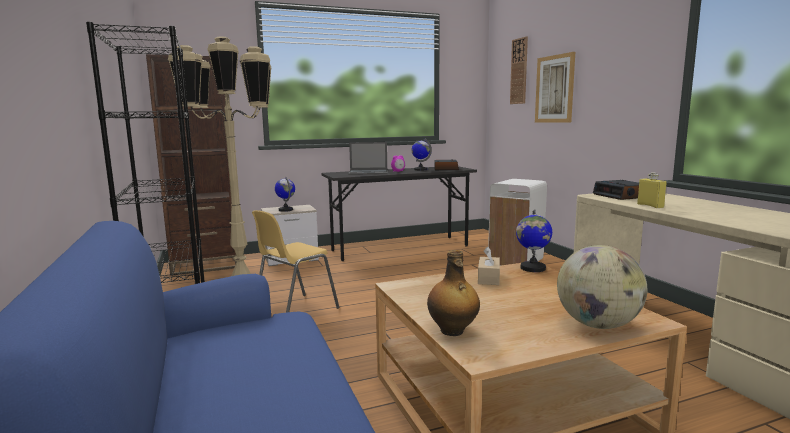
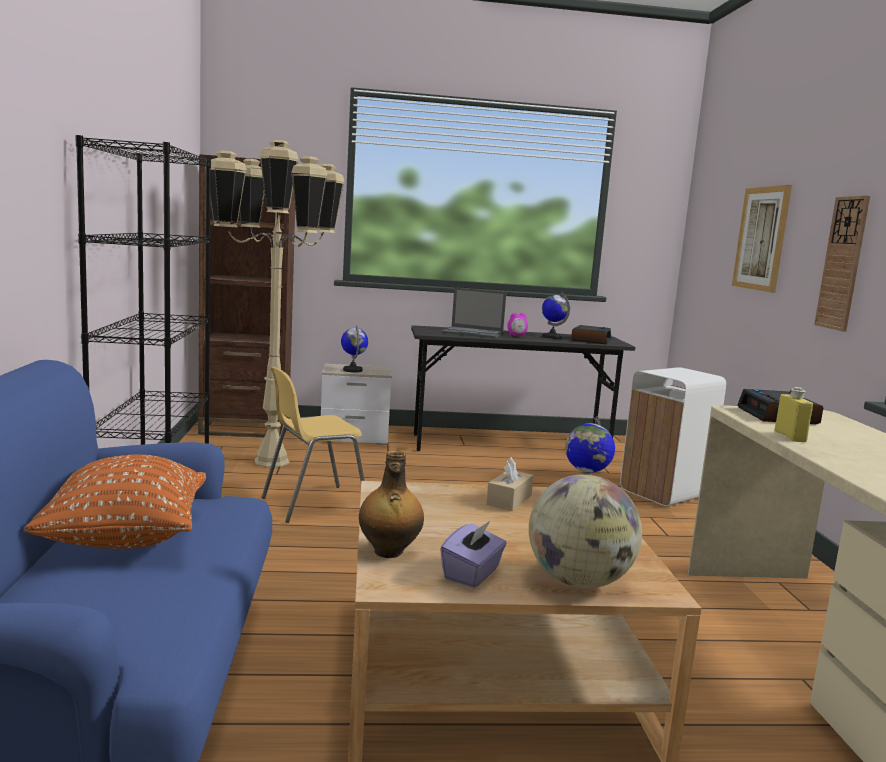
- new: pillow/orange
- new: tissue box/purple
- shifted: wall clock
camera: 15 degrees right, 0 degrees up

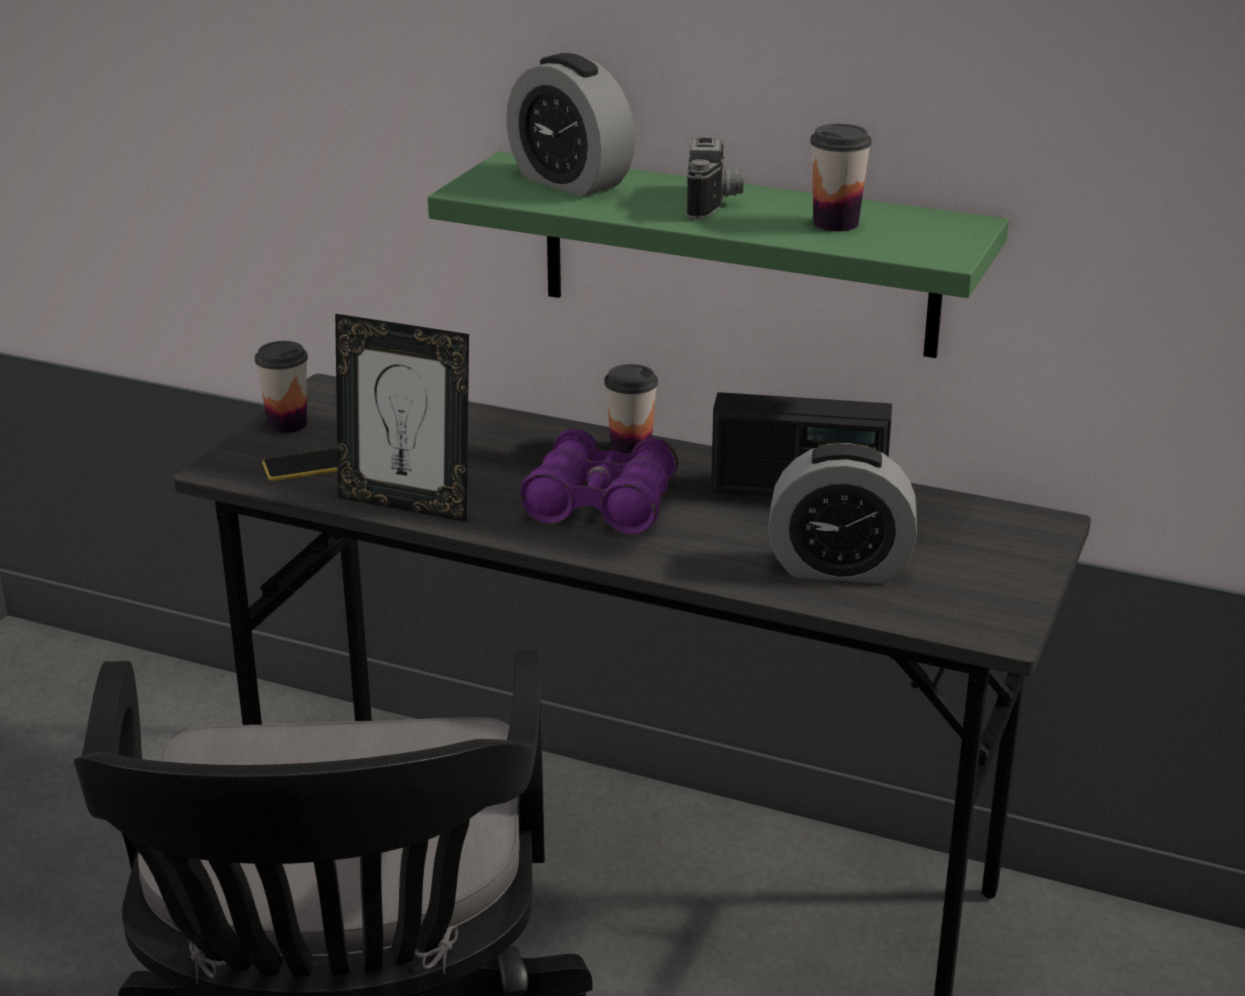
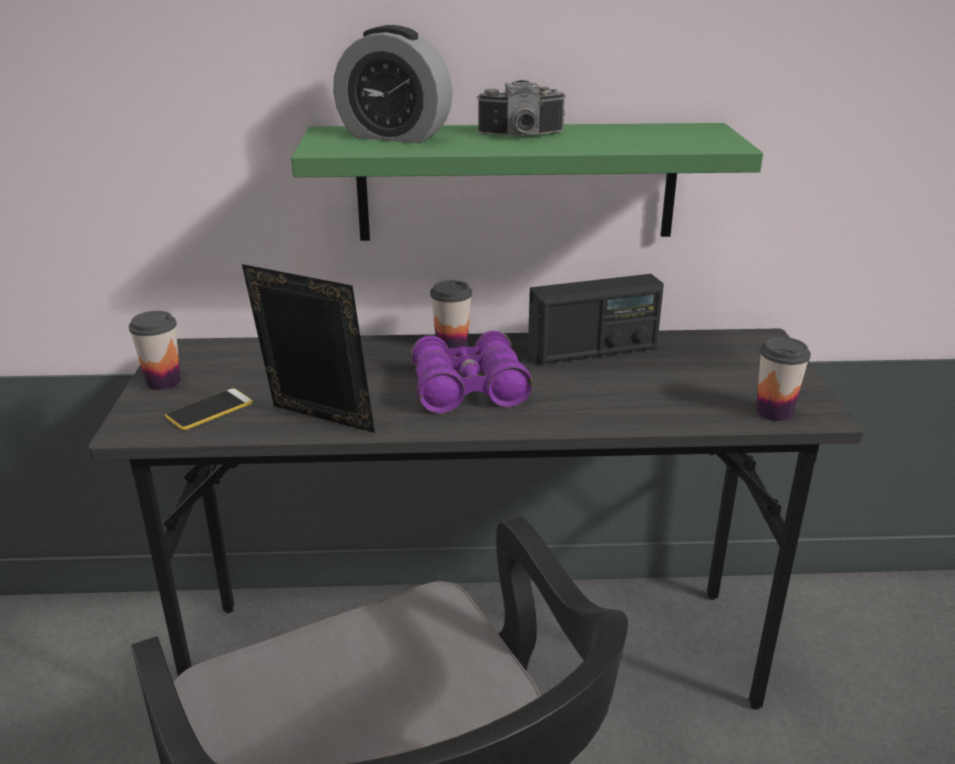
- rotated: picture frame 150 degrees counterclockwise
- rotated: photo camera 105 degrees clockwise
- shifted: cup (no. 3 from left)
- gone: alarm clock (no. 2 from left)
camera: 25 degrees left, 0 degrees up

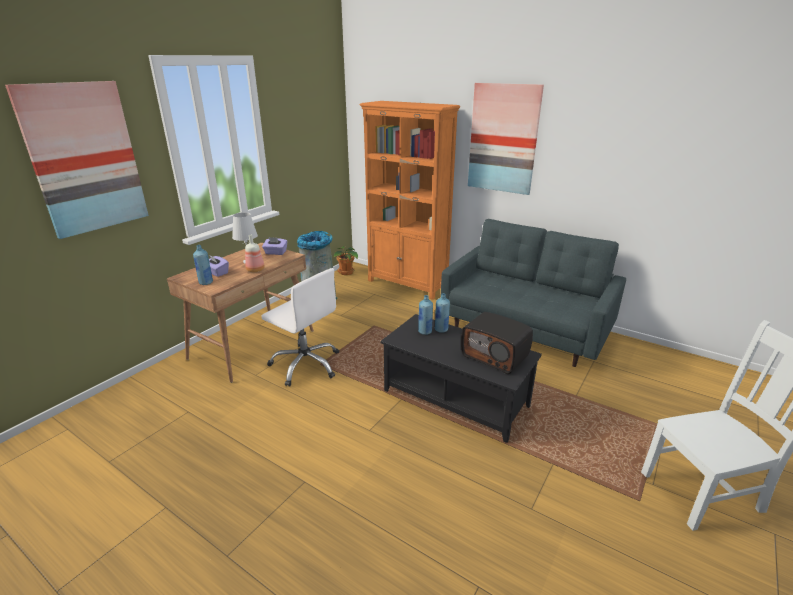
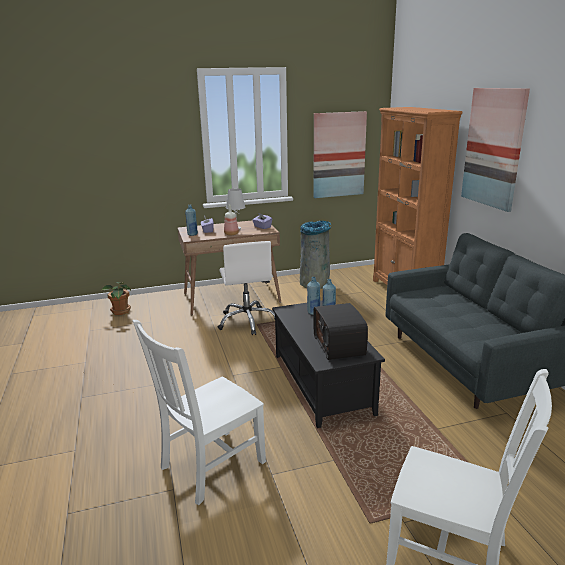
- shifted: potted plant
- new: chair/white (no. 1 from left)
- shifted: picture (no. 1 from left)
camera: 40 degrees right, 5 degrees down

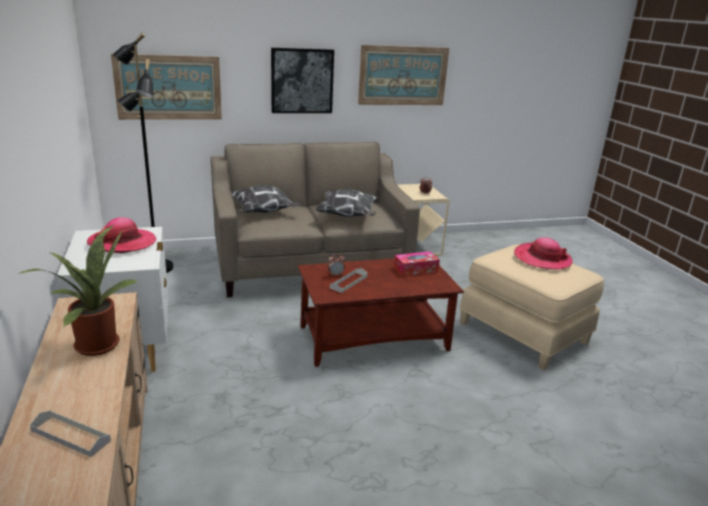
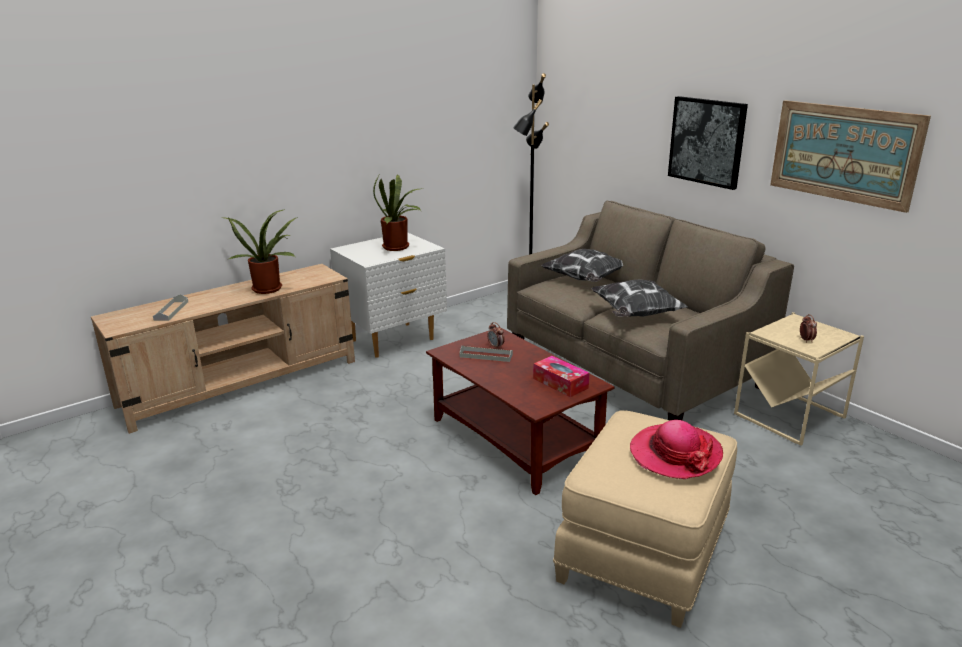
- swapped: hat (no. 1 from left) to potted plant (no. 2 from left)
- gone: picture (no. 1 from left)
camera: 70 degrees right, 0 degrees up

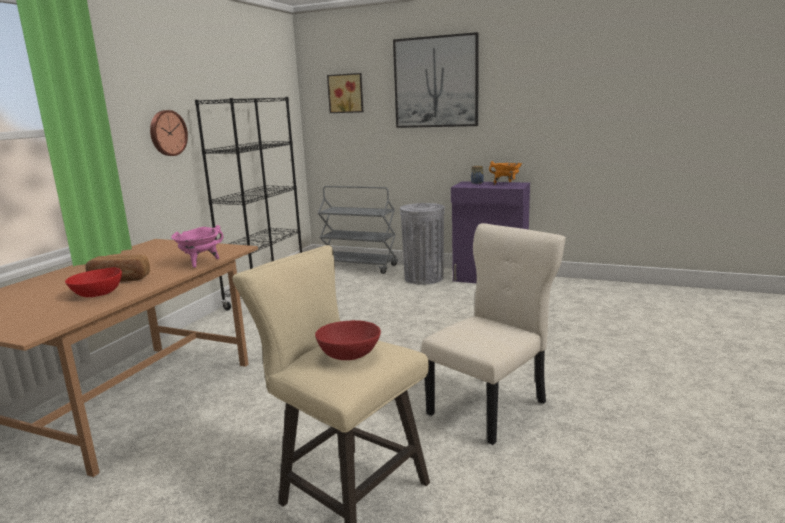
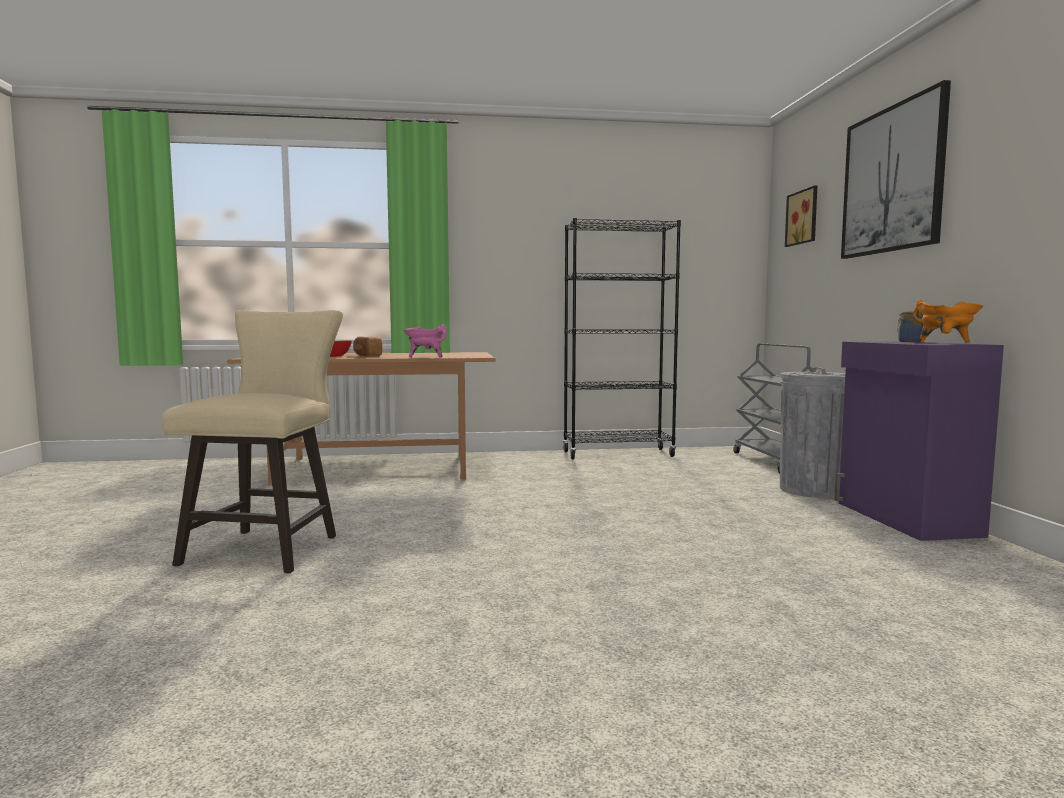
- gone: wall clock
- gone: bowl/red (no. 2 from left)
- gone: chair/beige
camera: 60 degrees right, 10 degrees down

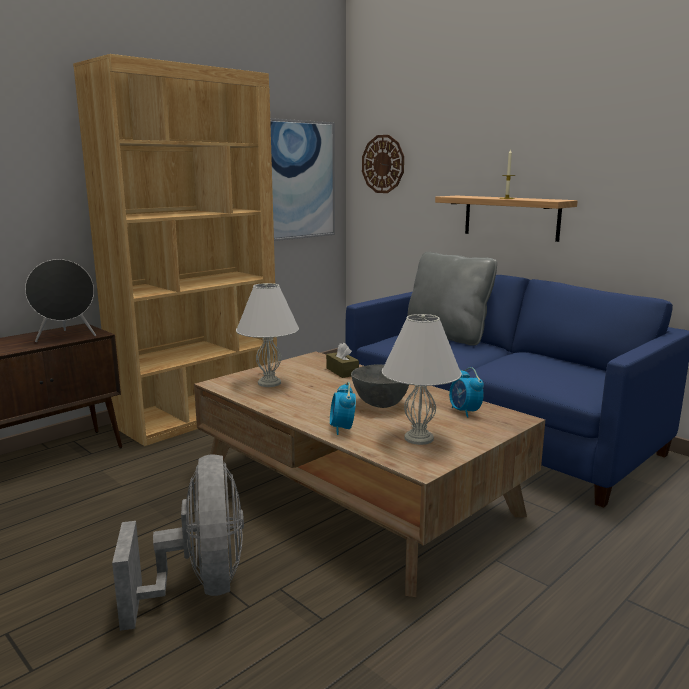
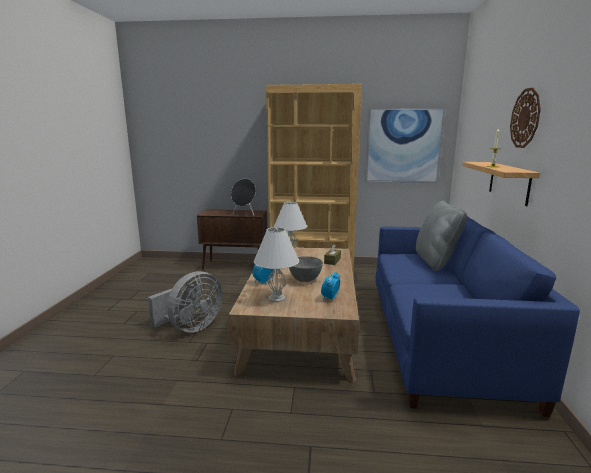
- shifted: wall clock
camera: 50 degrees right, 0 degrees up

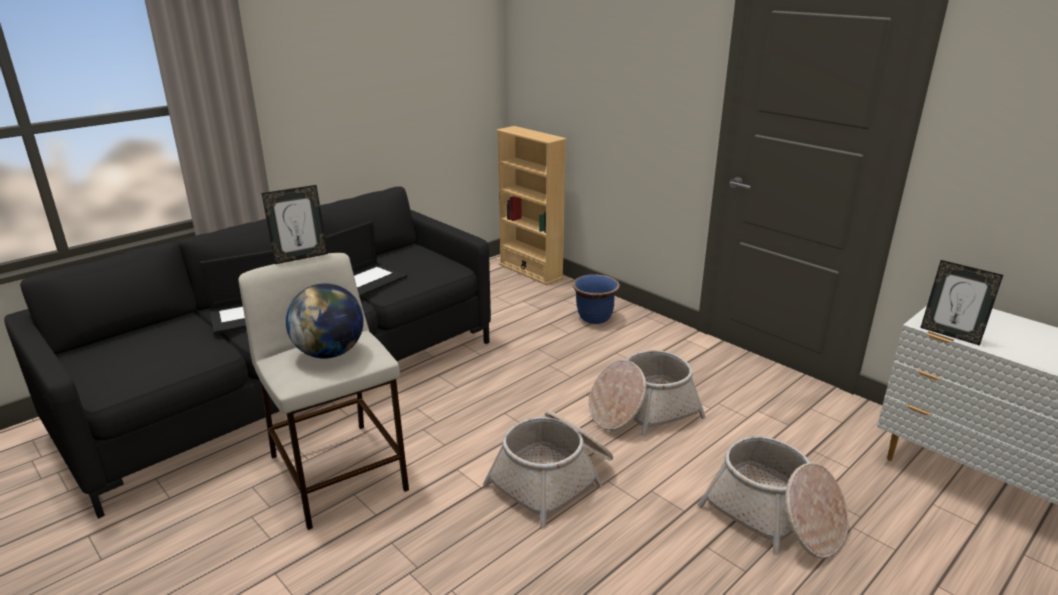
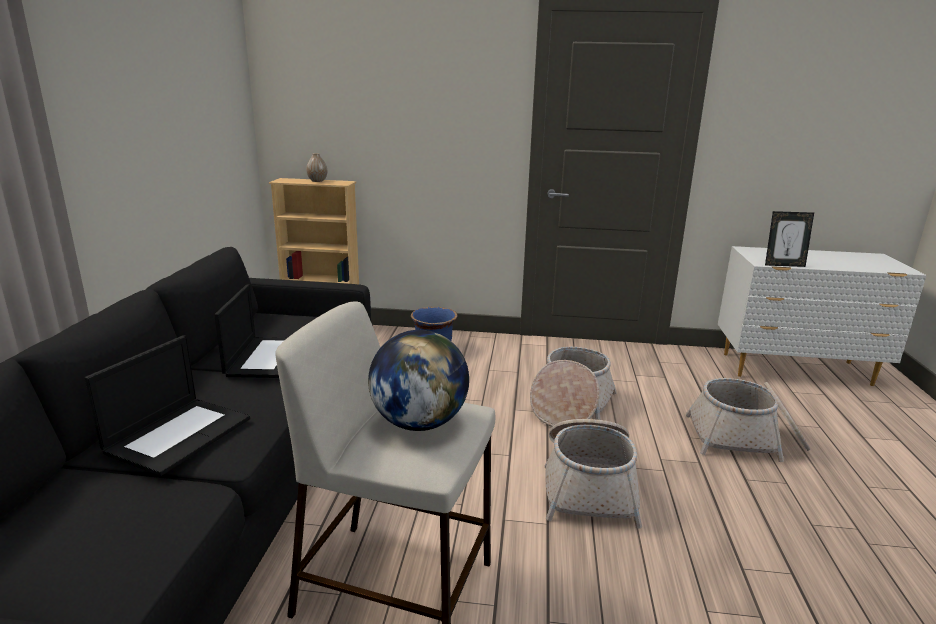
- new: vase
- gone: picture frame (no. 1 from left)
camera: 40 degrees left, 5 degrees down

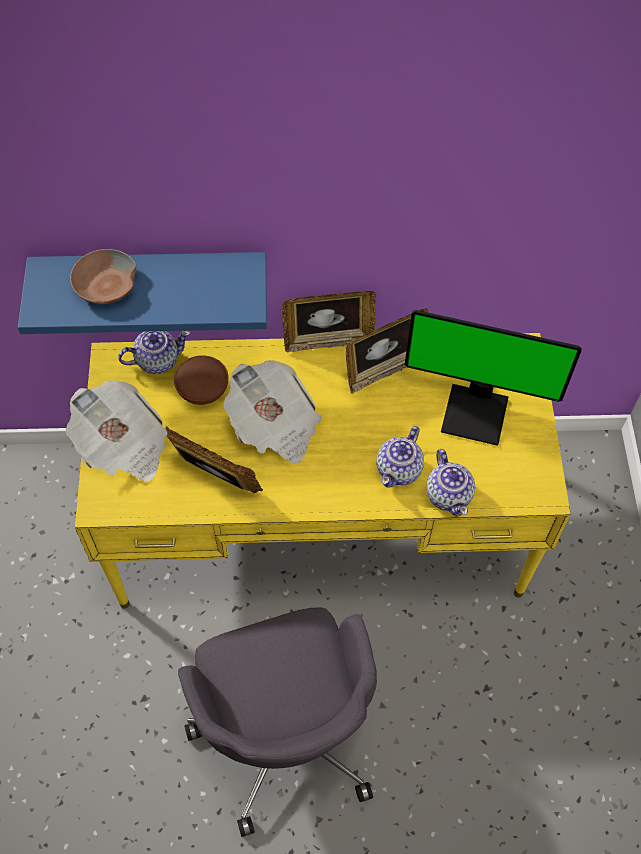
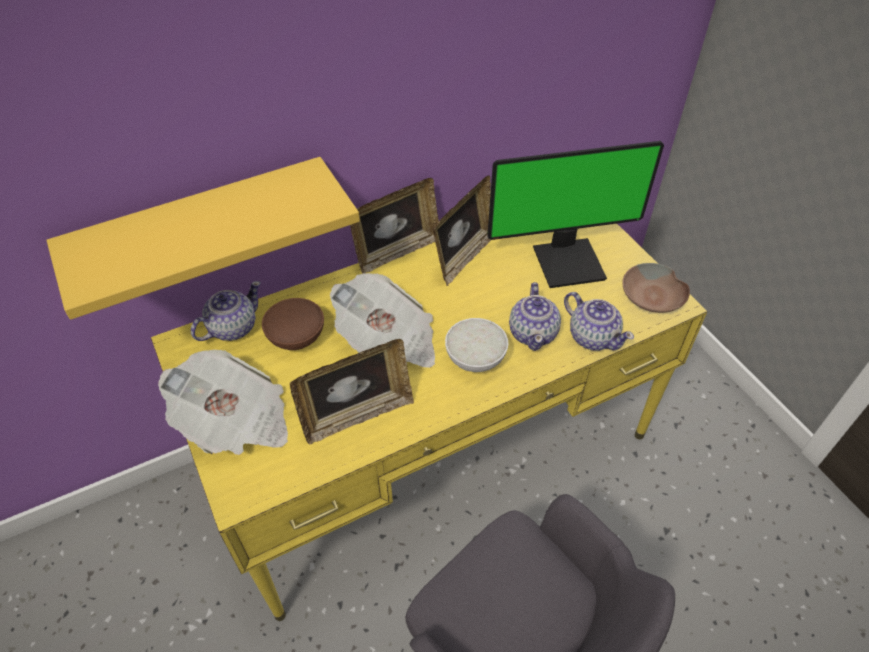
- repainted: shelf/blue to shelf/yellow
- rotated: picture frame (no. 1 from left) 150 degrees clockwise
- new: bowl/white
- shifted: bowl/brown (no. 1 from left in the first image) to bowl/brown (no. 2 from left)
camera: 25 degrees left, 10 degrees down

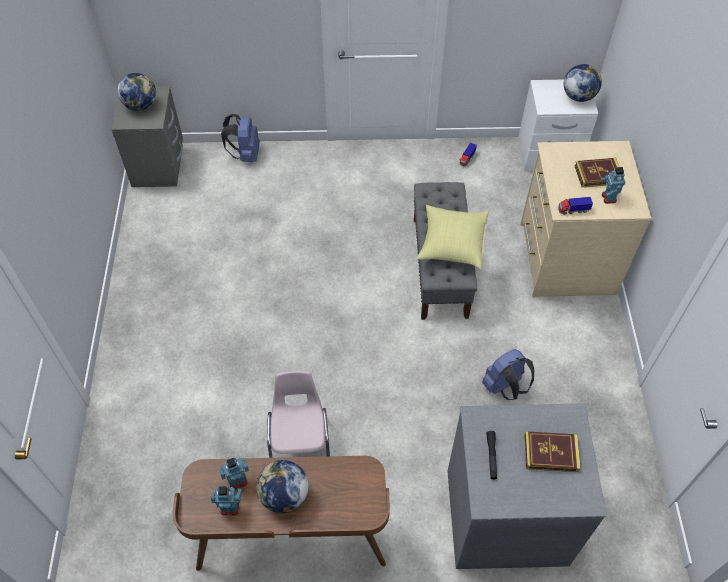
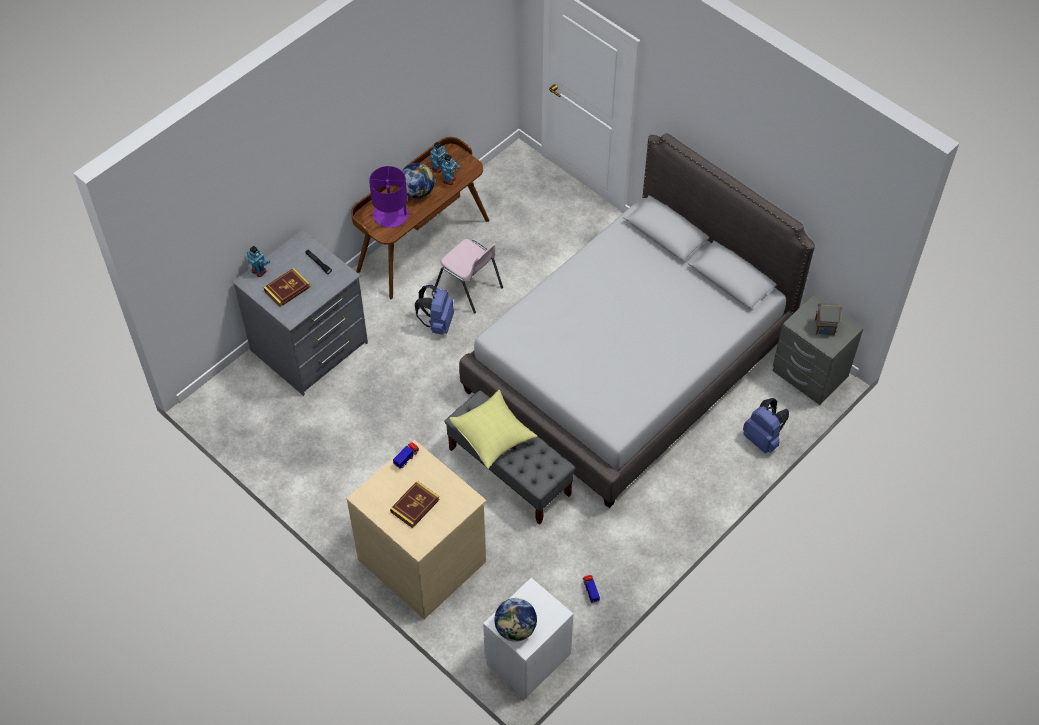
- shifted: toy robot (no. 3 from left in the first image) to toy robot (no. 1 from left)
- new: table lamp/purple
- shifted: backpack/blue (no. 2 from left in the first image) to backpack/blue (no. 1 from left)
- new: bed/grey
- swapped: globe (no. 1 from left) to toy house
camera: 135 degrees right, 0 degrees up

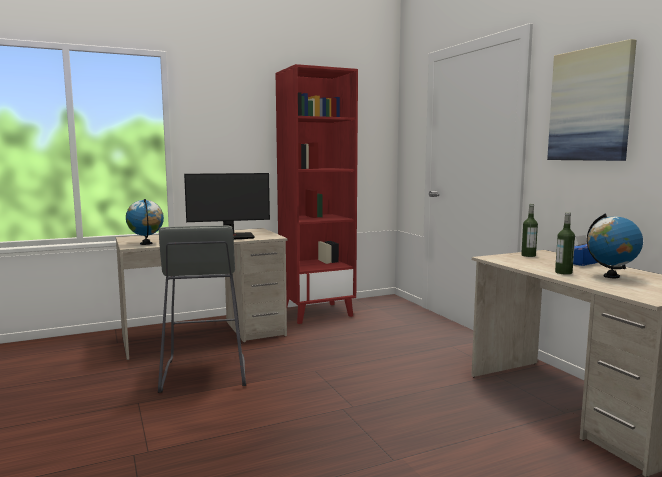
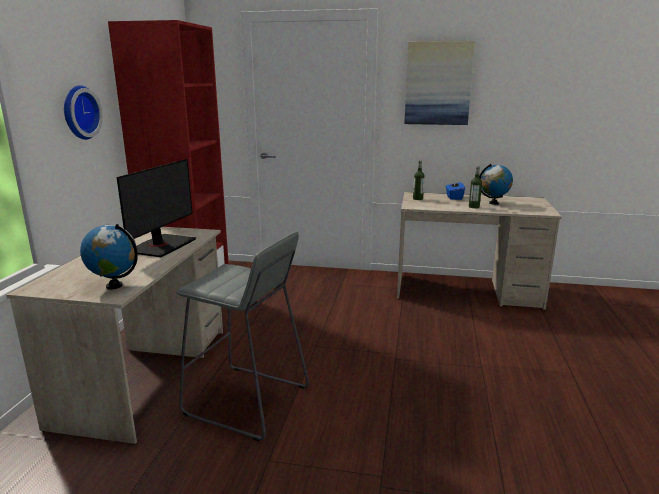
- new: wall clock
camera: 55 degrees left, 10 degrees up

